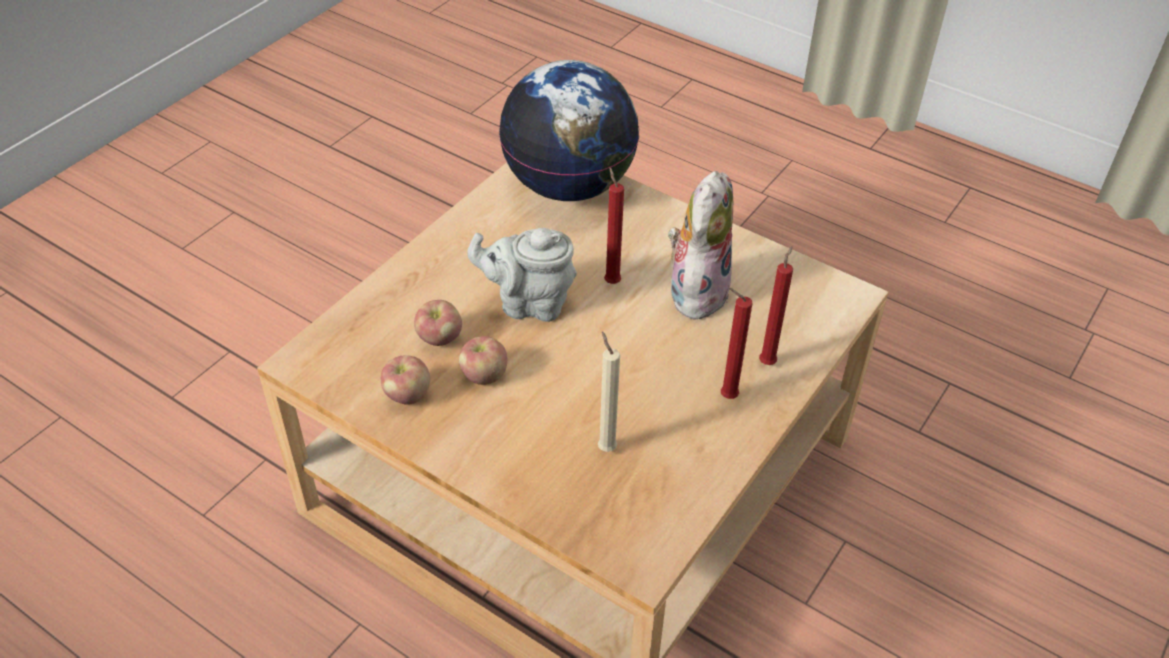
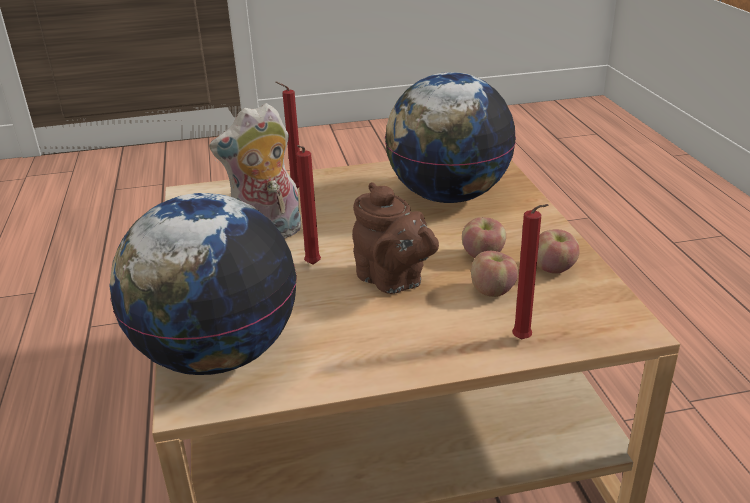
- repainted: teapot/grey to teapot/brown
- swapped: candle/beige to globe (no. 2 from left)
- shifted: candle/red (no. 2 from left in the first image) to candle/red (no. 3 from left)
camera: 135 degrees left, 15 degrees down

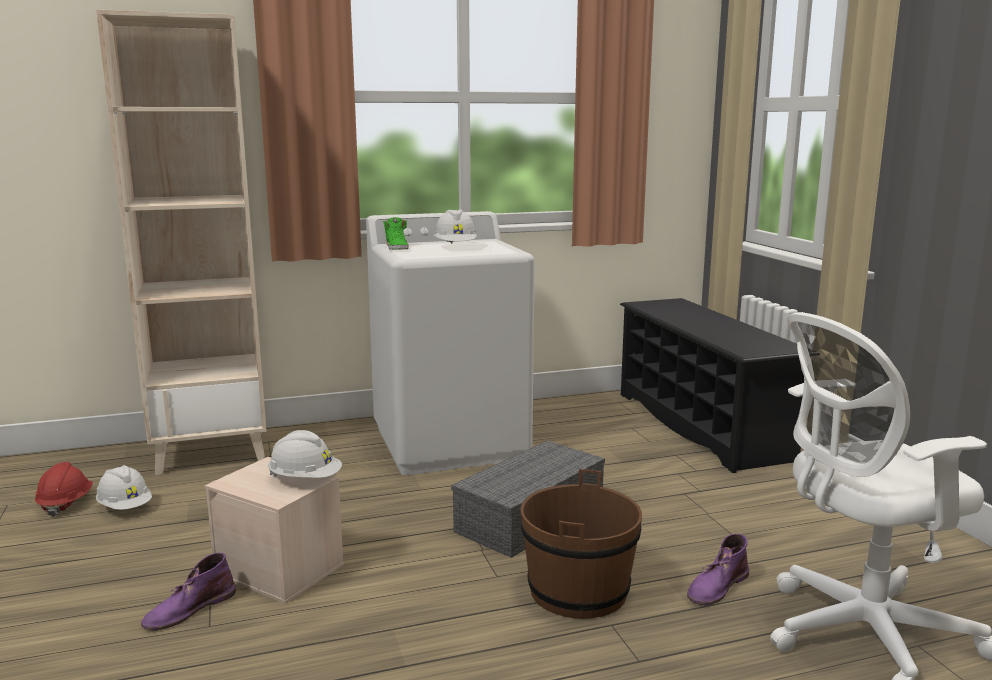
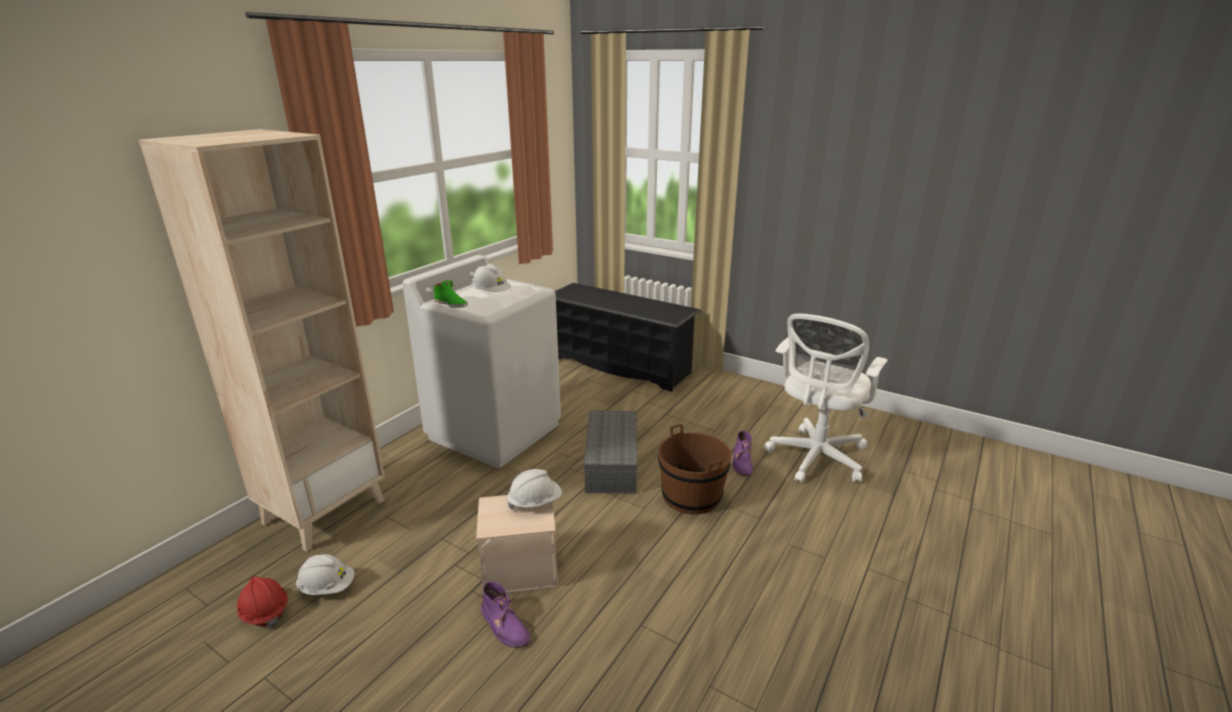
- rotated: boot/purple (no. 1 from left) 45 degrees counterclockwise
camera: 40 degrees left, 10 degrees up

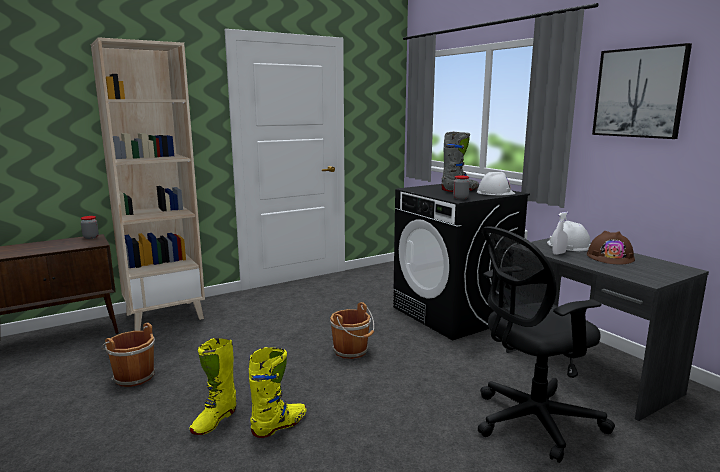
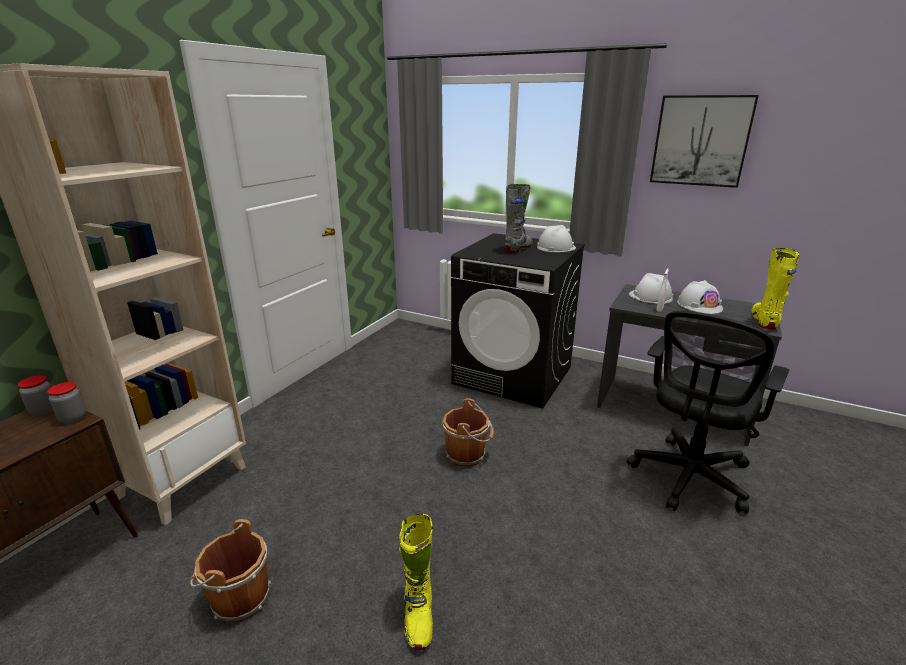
- shifted: jar (no. 2 from left)
- repainted: hard hat/brown to hard hat/white (no. 3 from left)
- shifted: boot/yellow (no. 2 from left)
camera: 30 degrees left, 10 degrees up

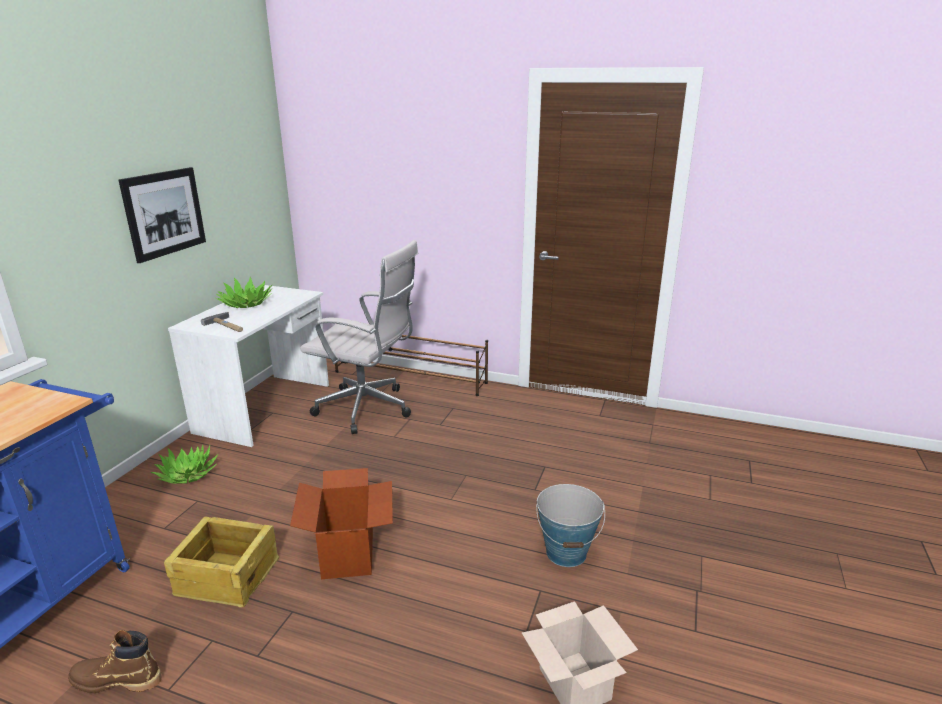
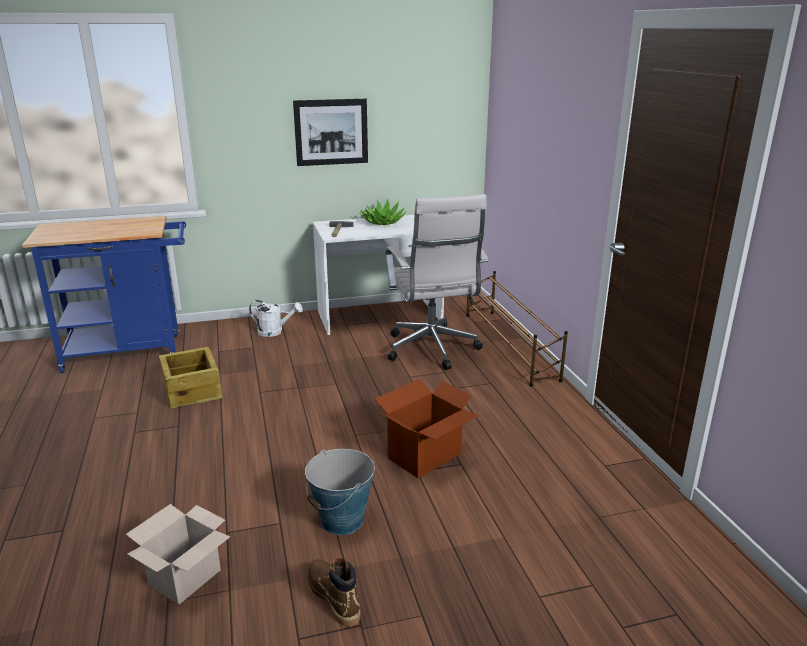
- swapped: potted plant (no. 1 from left) to watering can/white
- shifted: boot/brown
- shifted: cardboard box (no. 1 from left in the first image) to cardboard box (no. 2 from left)
camera: 55 degrees right, 0 degrees up

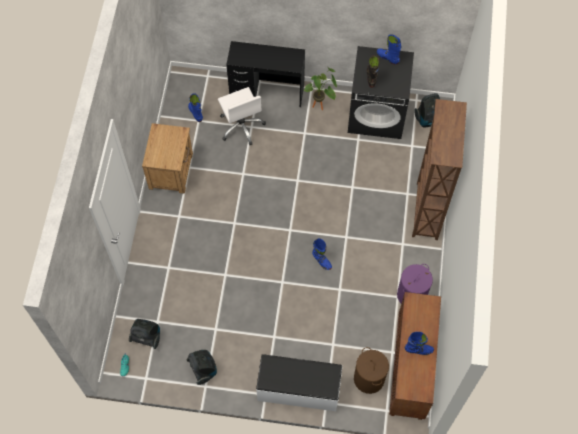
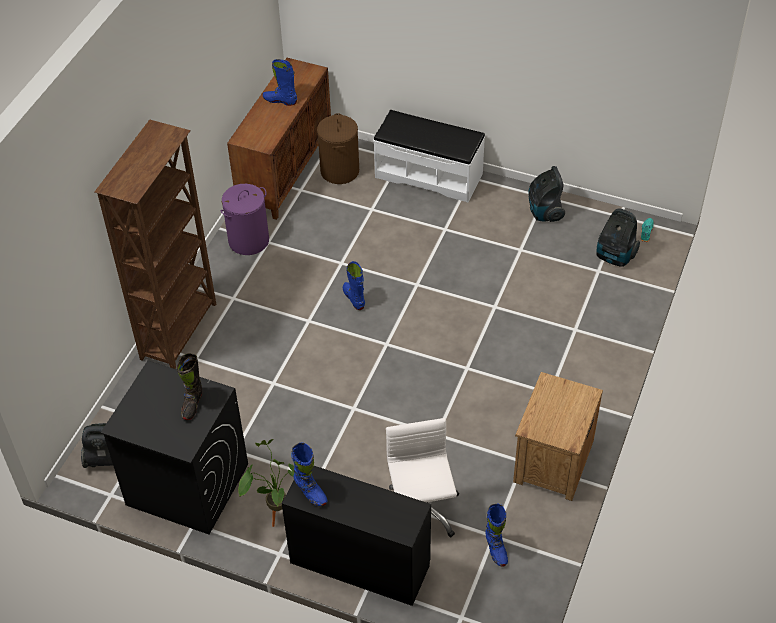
- shifted: boot/blue (no. 3 from left in the first image) to boot/blue (no. 2 from left)
camera: 165 degrees left, 15 degrees down

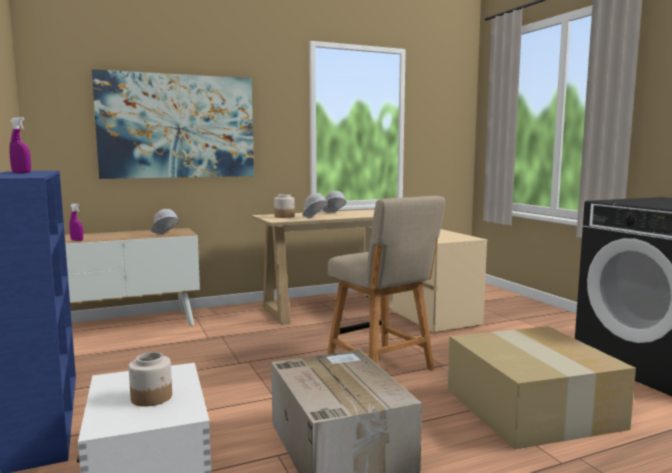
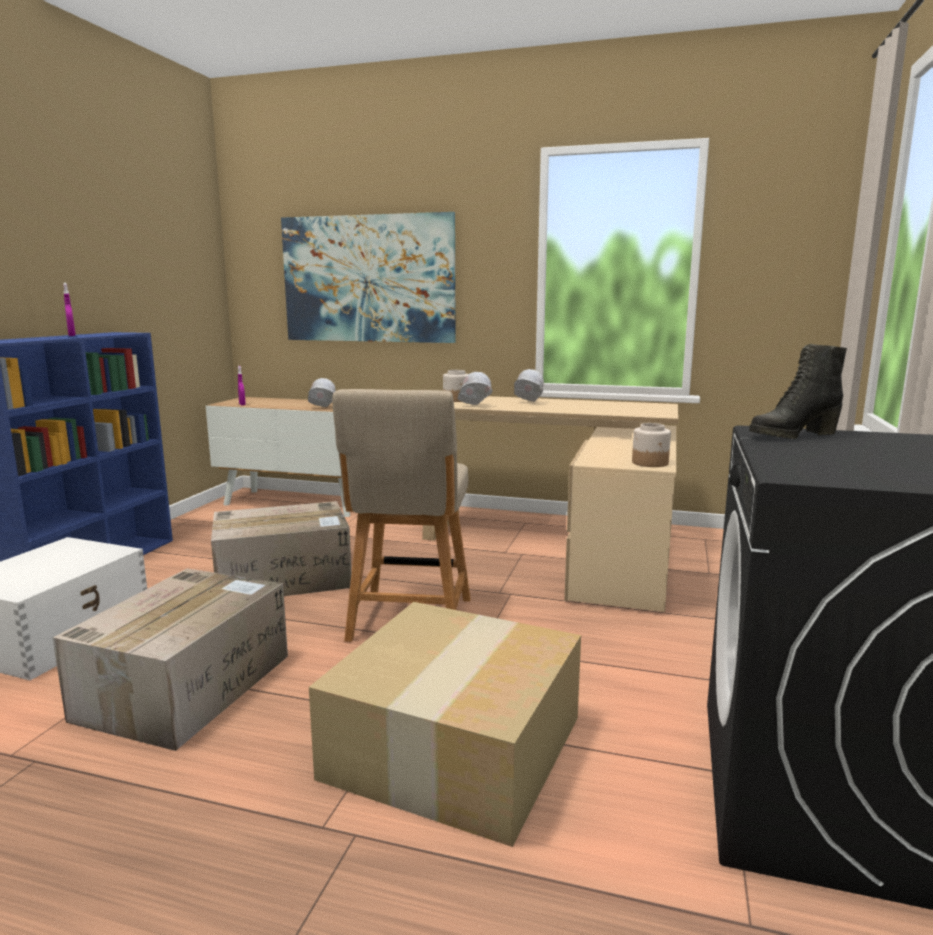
- new: cardboard box (no. 2 from left)
- shifted: jar (no. 1 from left in the first image) to jar (no. 2 from left)
- new: boot/black
camera: 40 degrees right, 5 degrees up

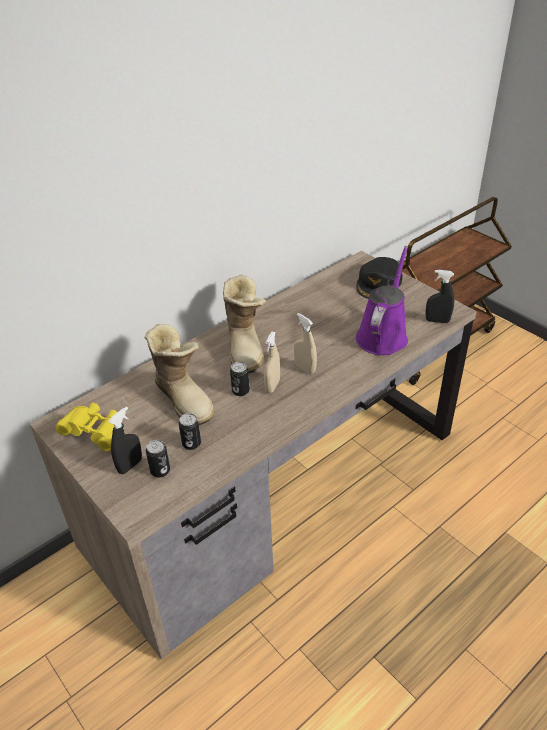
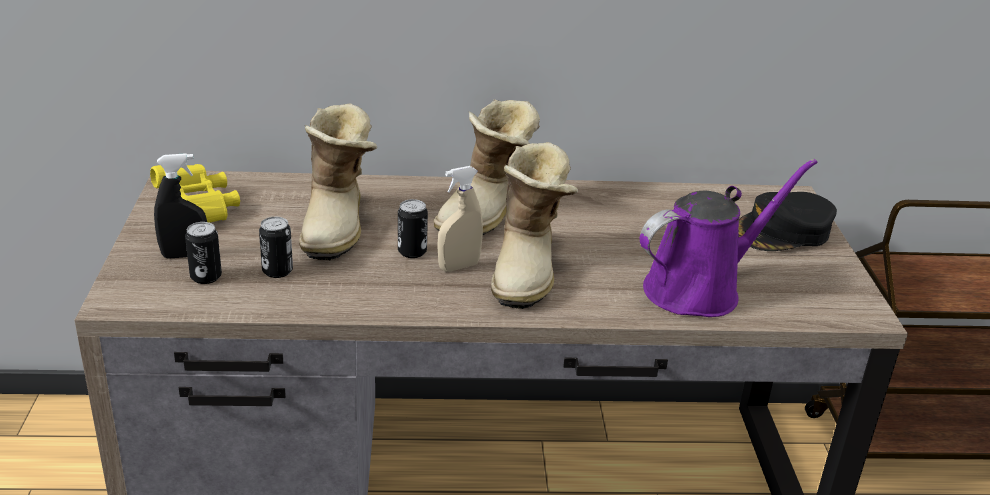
- swapped: spray bottle/beige (no. 2 from left) to boot (no. 3 from left)
- gone: spray bottle/black (no. 2 from left)
camera: 35 degrees right, 10 degrees down

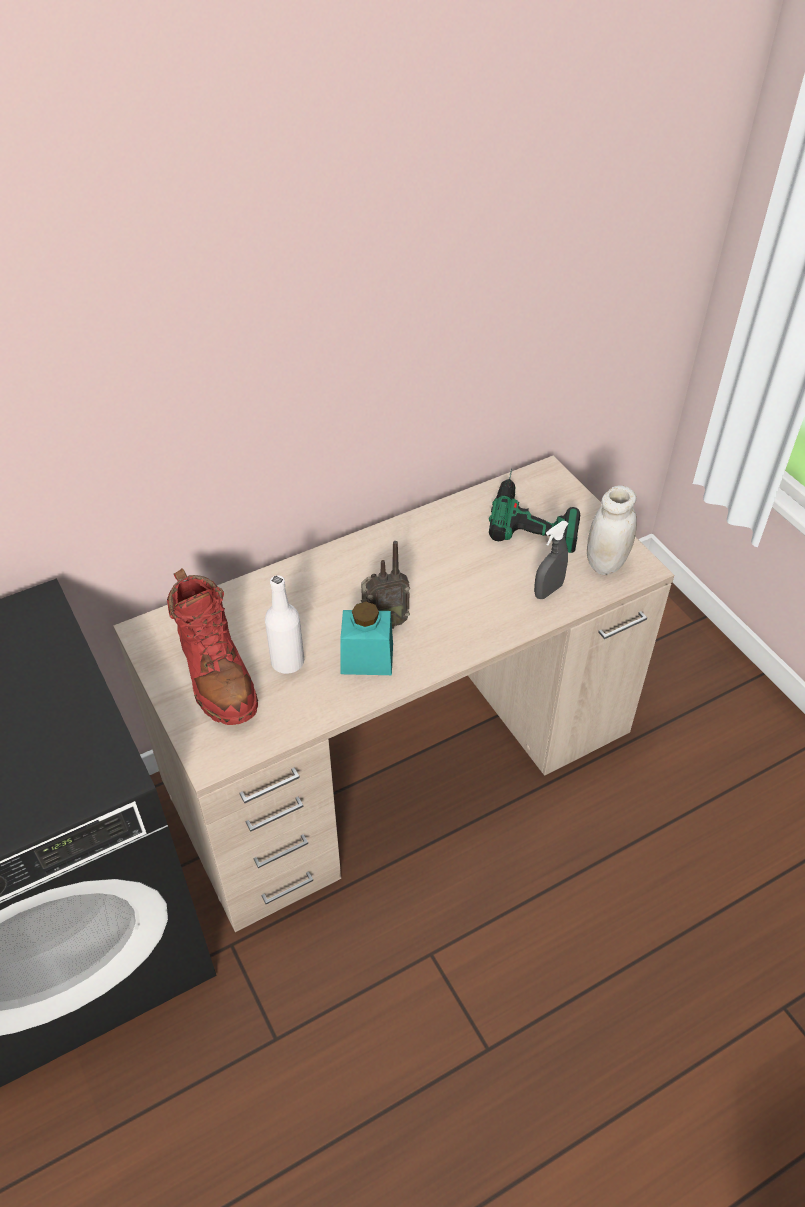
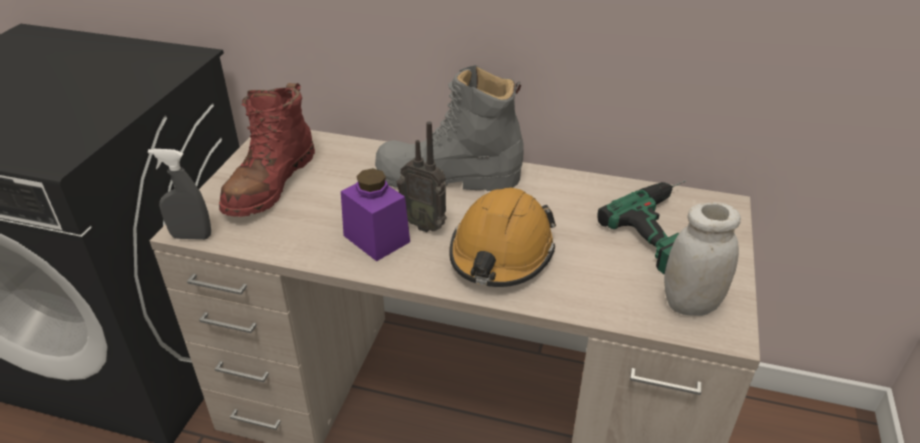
- shifted: spray bottle/grey
- repainted: jar/turquoise to jar/purple
- new: boot/grey
- new: hard hat/orange
- gone: bottle/white
camera: 45 degrees right, 10 degrees down

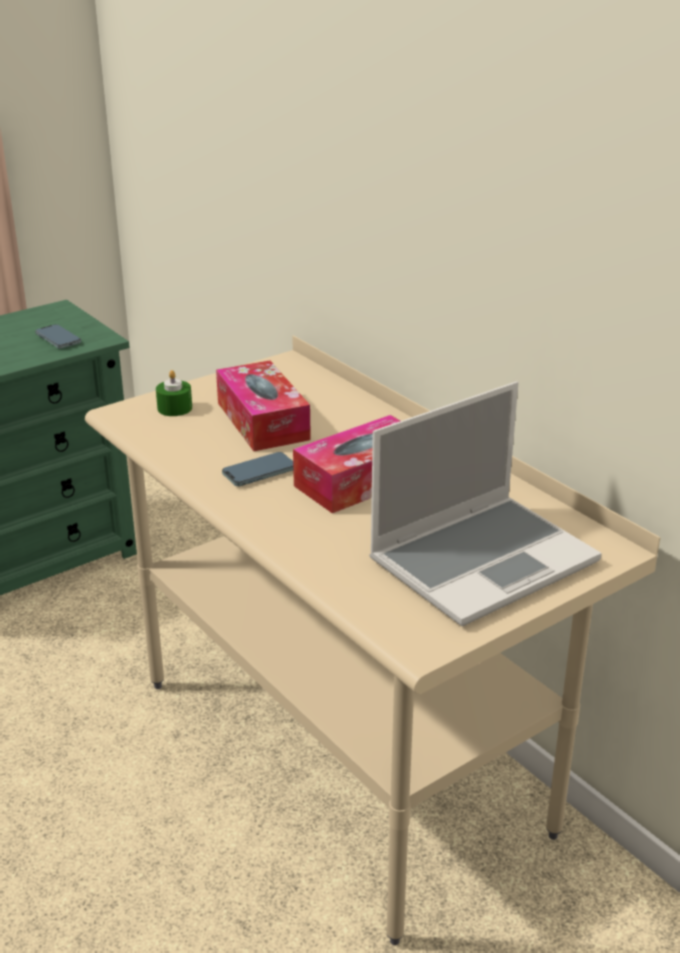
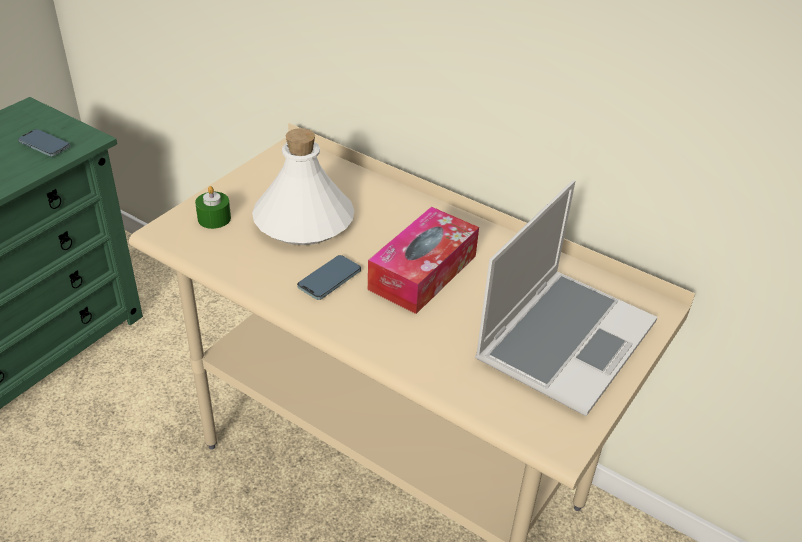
- swapped: tissue box (no. 1 from left) to bottle/white
camera: 20 degrees left, 10 degrees up

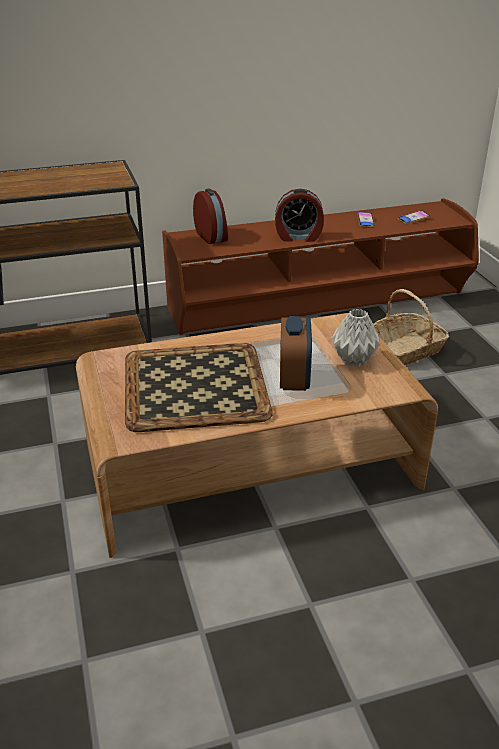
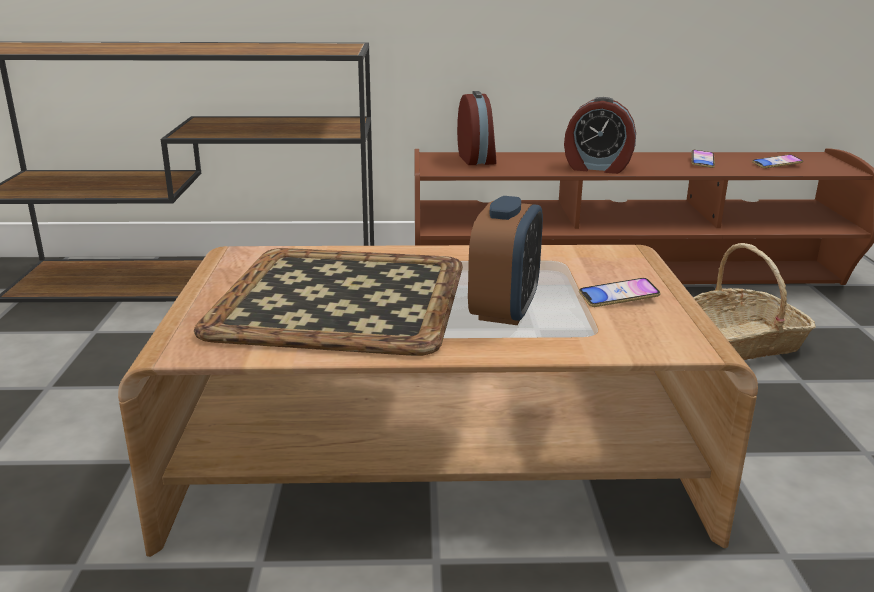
- swapped: vase/grey to phone (no. 1 from left)
camera: 15 degrees right, 10 degrees down

